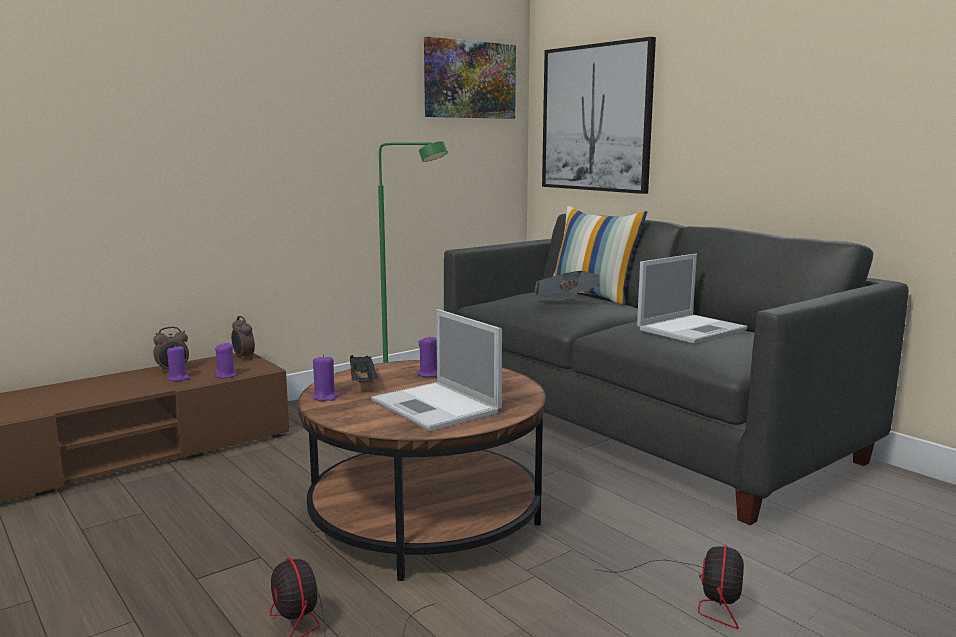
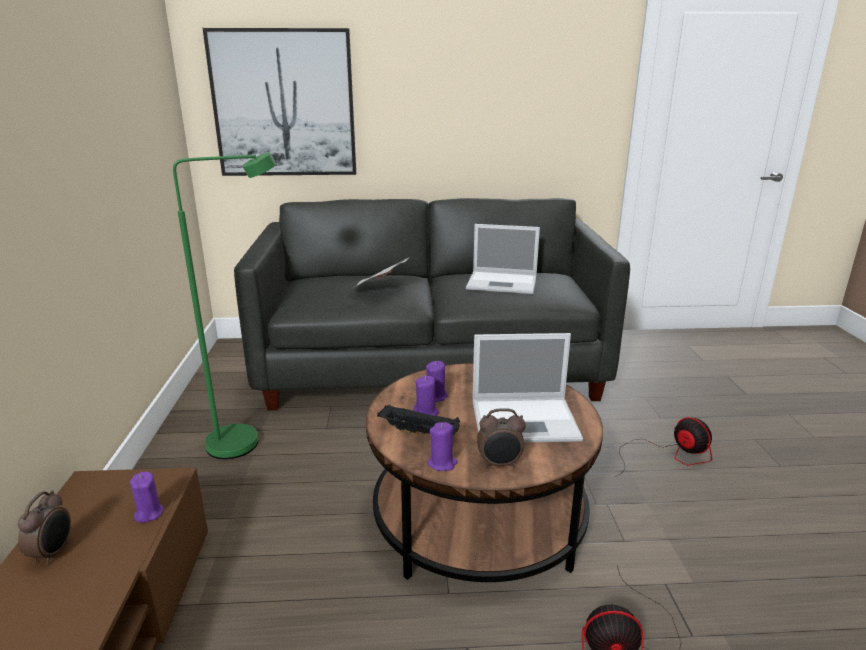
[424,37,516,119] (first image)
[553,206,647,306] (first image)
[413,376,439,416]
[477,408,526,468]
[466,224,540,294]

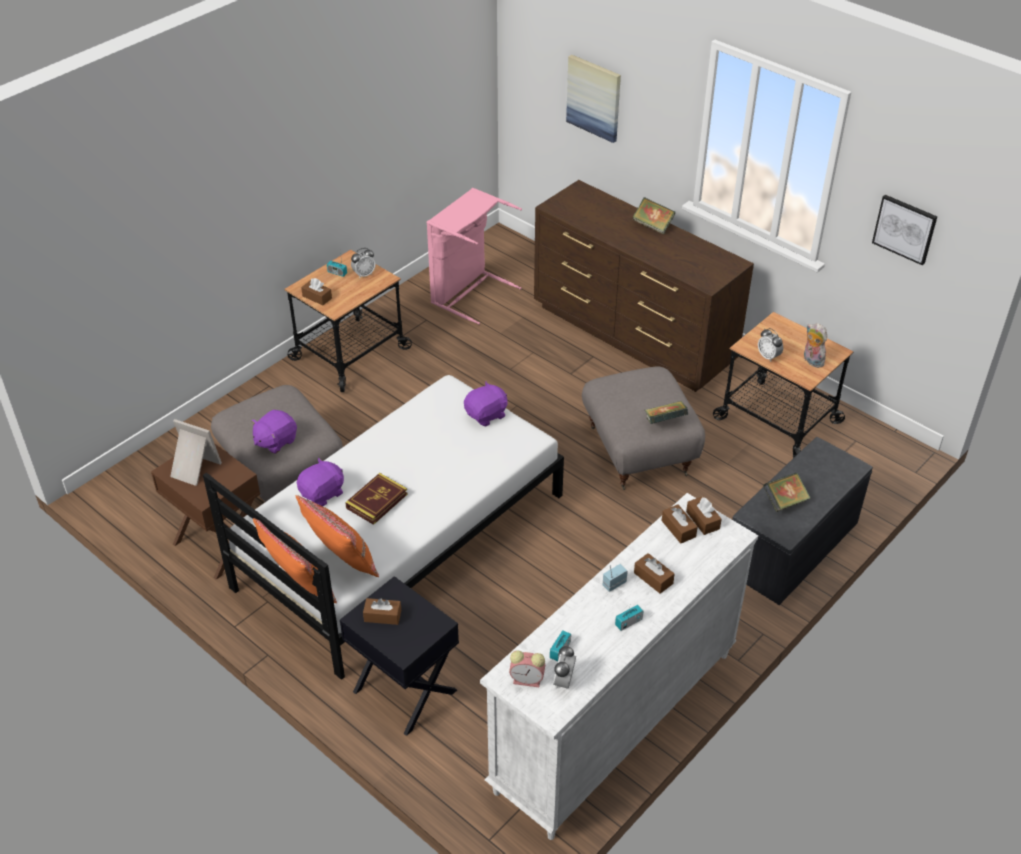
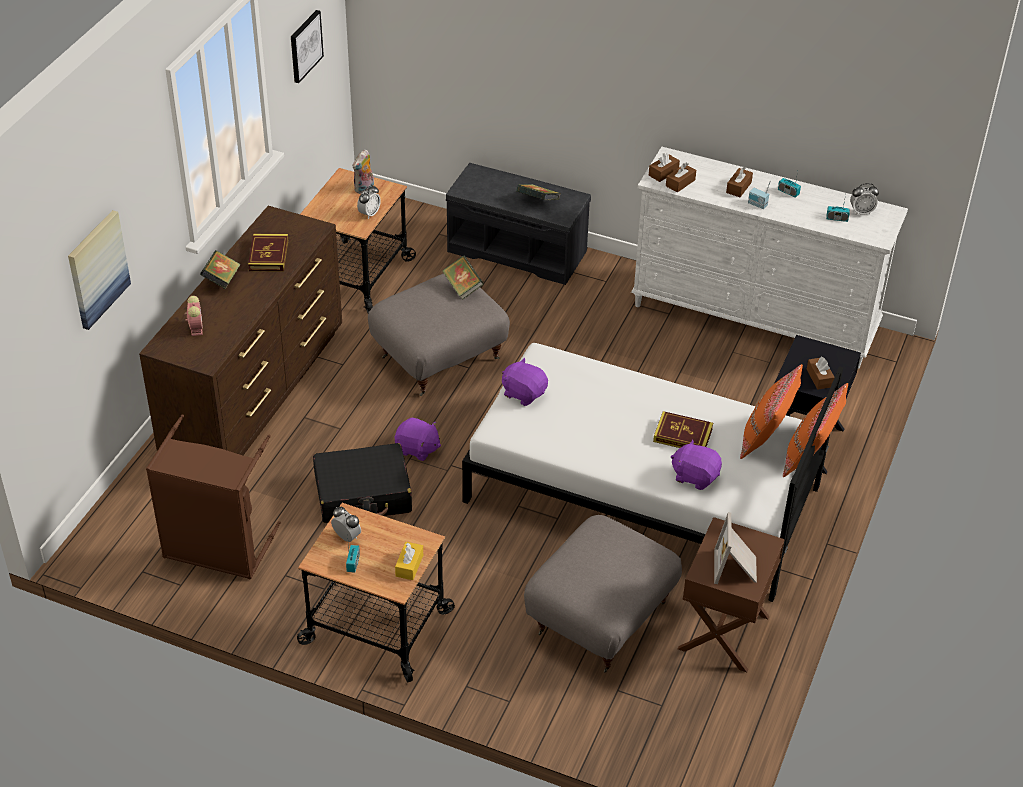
[248,234,288,272]
[313,443,412,523]
[395,418,441,461]
[185,296,203,336]
[395,542,423,580]
[146,414,281,580]

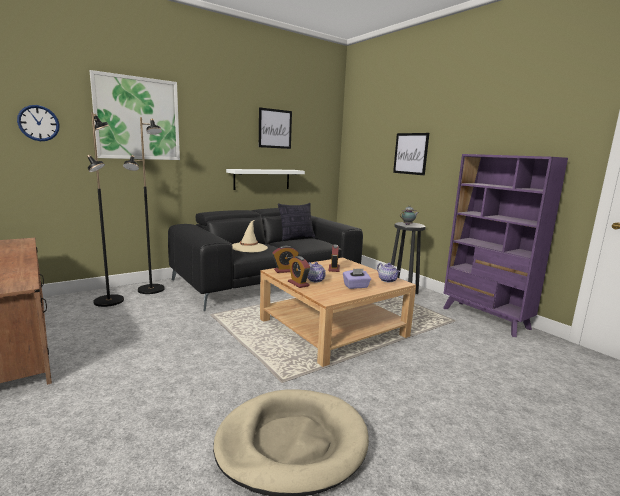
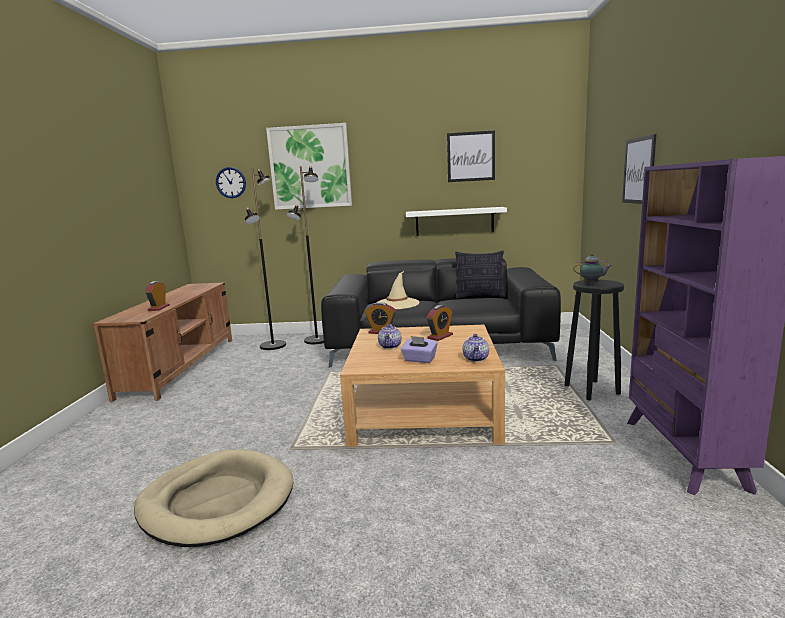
[145,281,170,311]

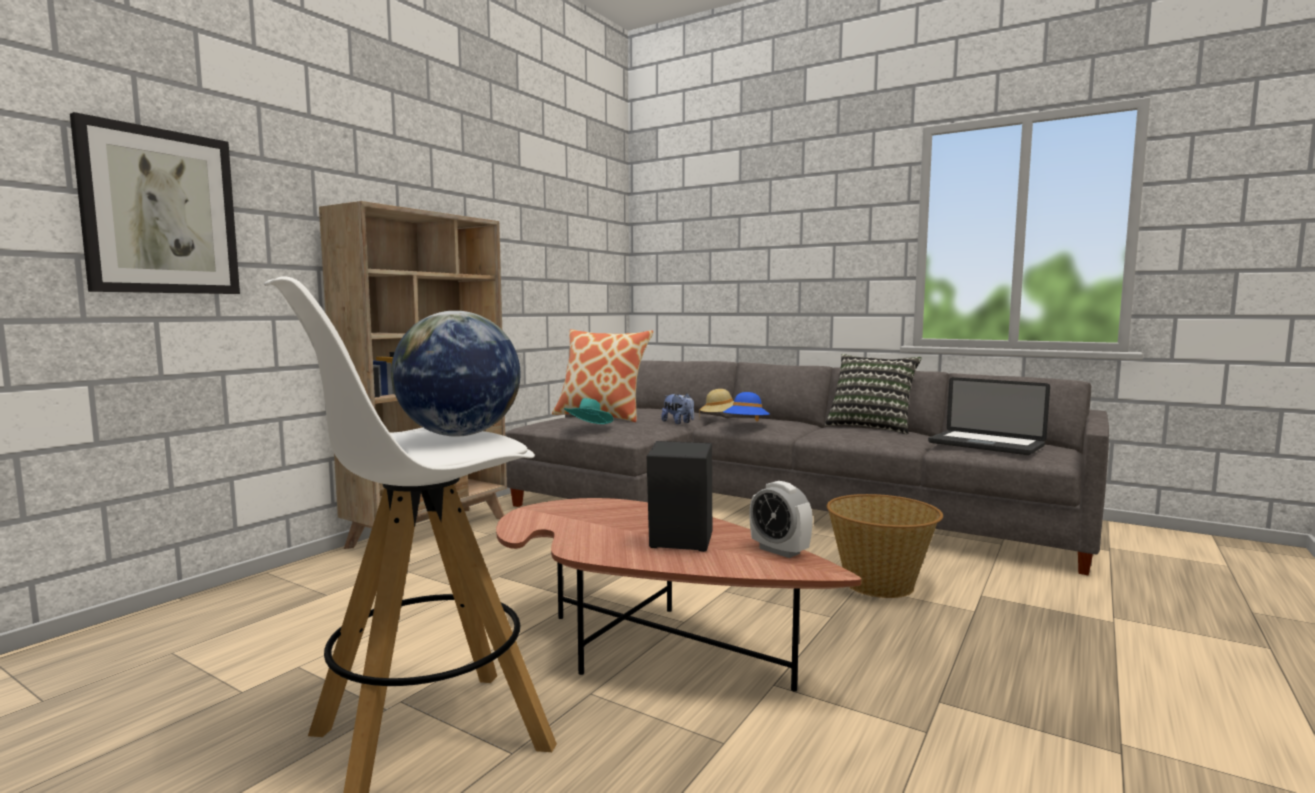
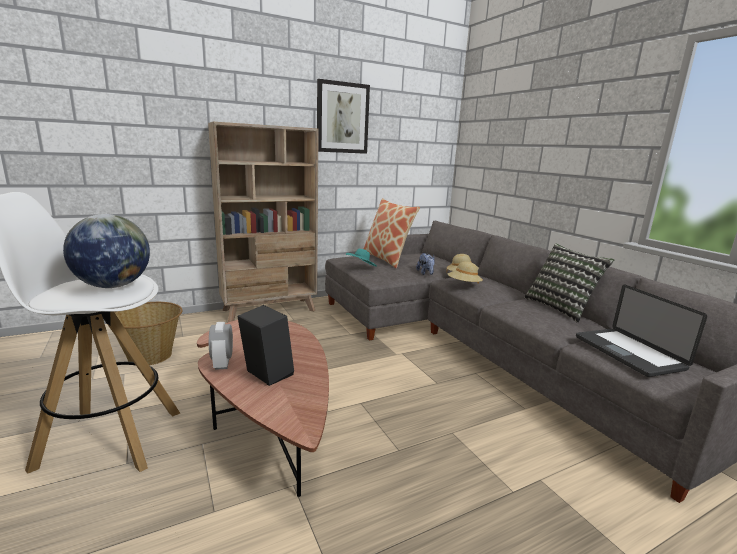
[317,79,370,154]
[209,322,233,370]
[114,302,182,366]
[448,261,483,284]

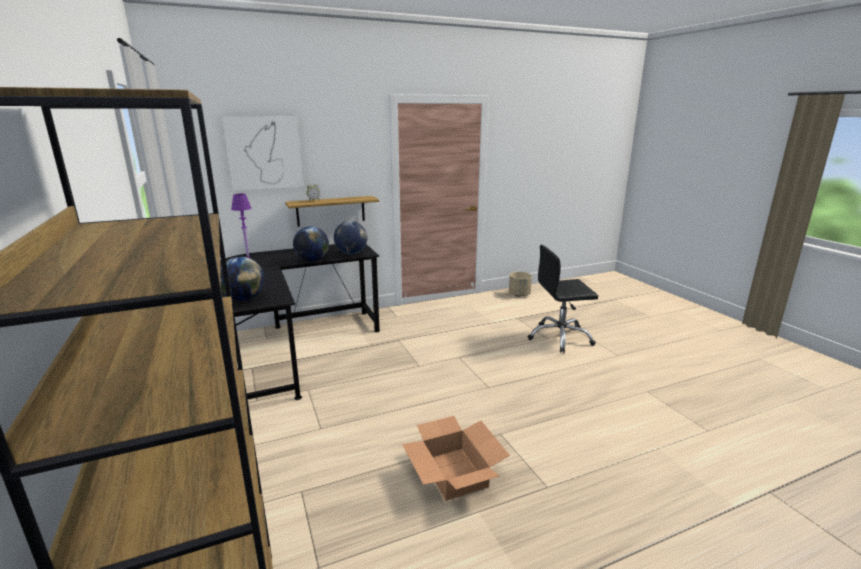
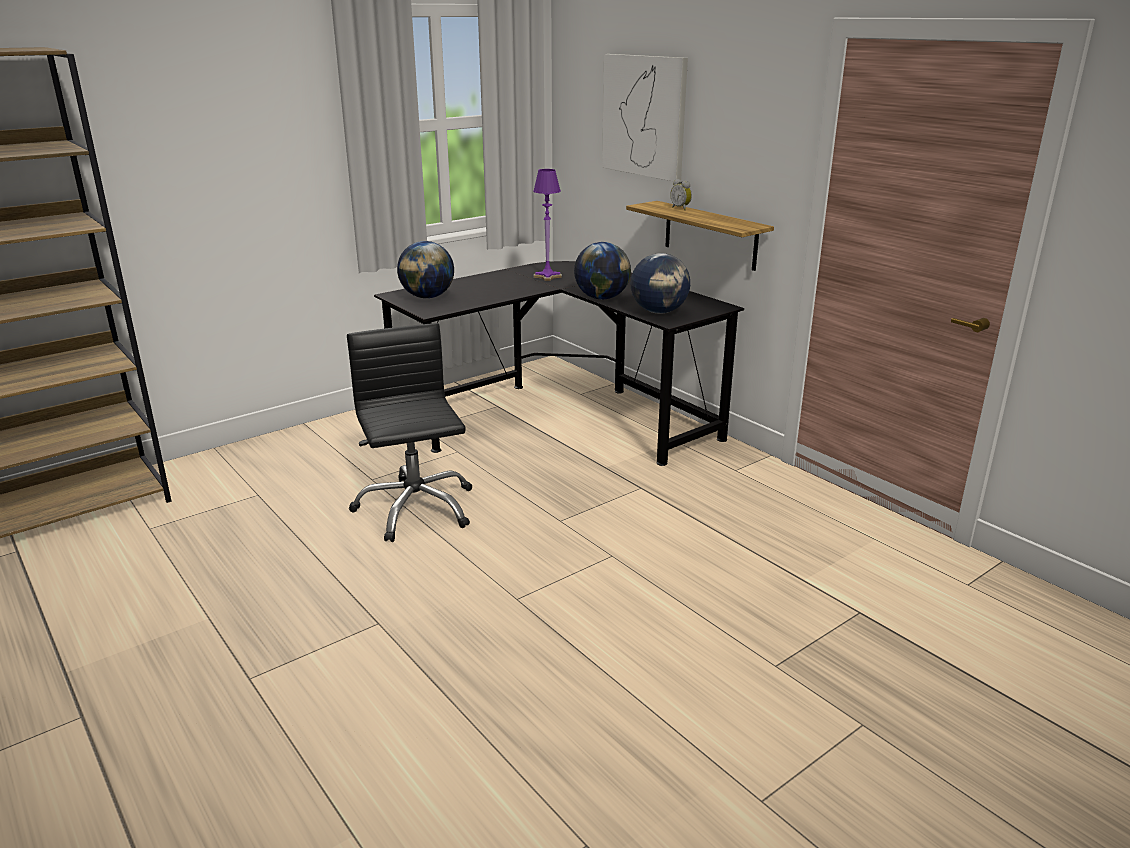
[402,416,510,501] (first image)
[509,272,532,296] (first image)
[347,323,472,542]

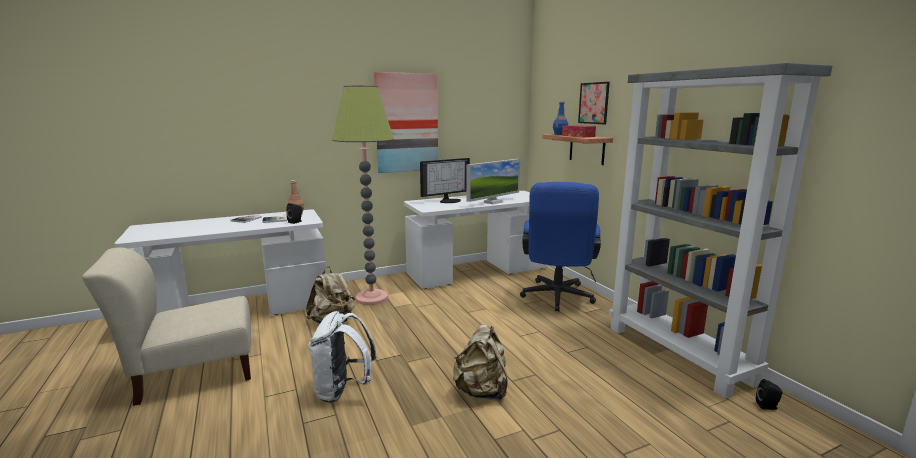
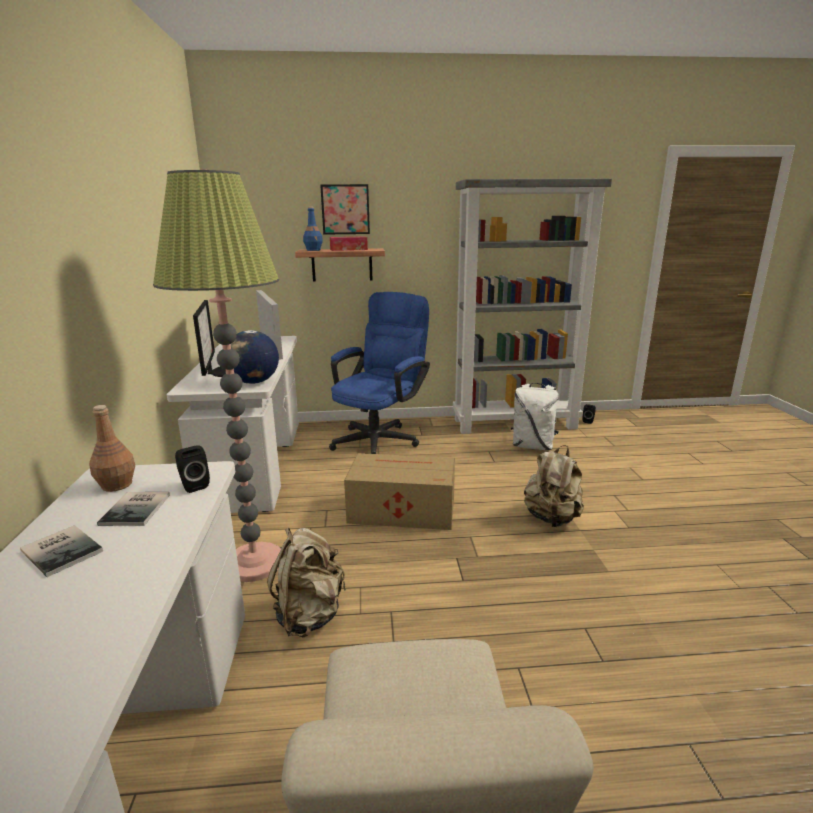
[374,72,438,173] (first image)
[231,330,279,384]
[344,453,455,530]
[511,383,559,450]
[329,292,430,454]

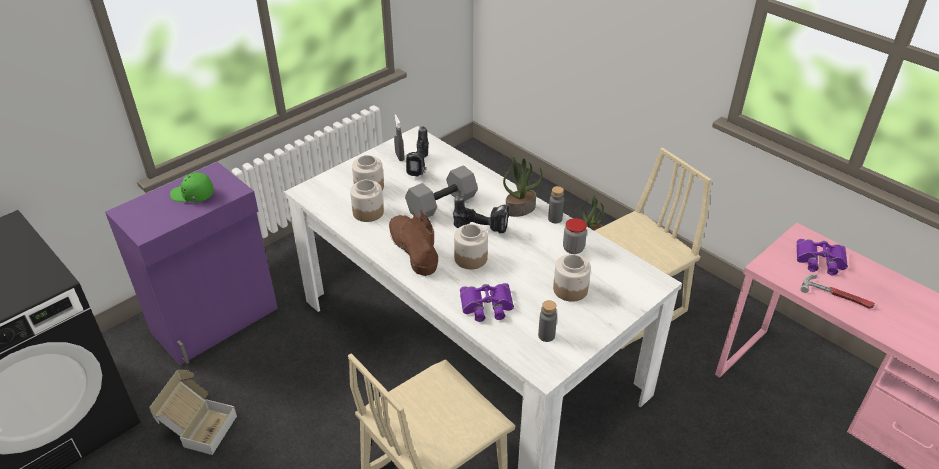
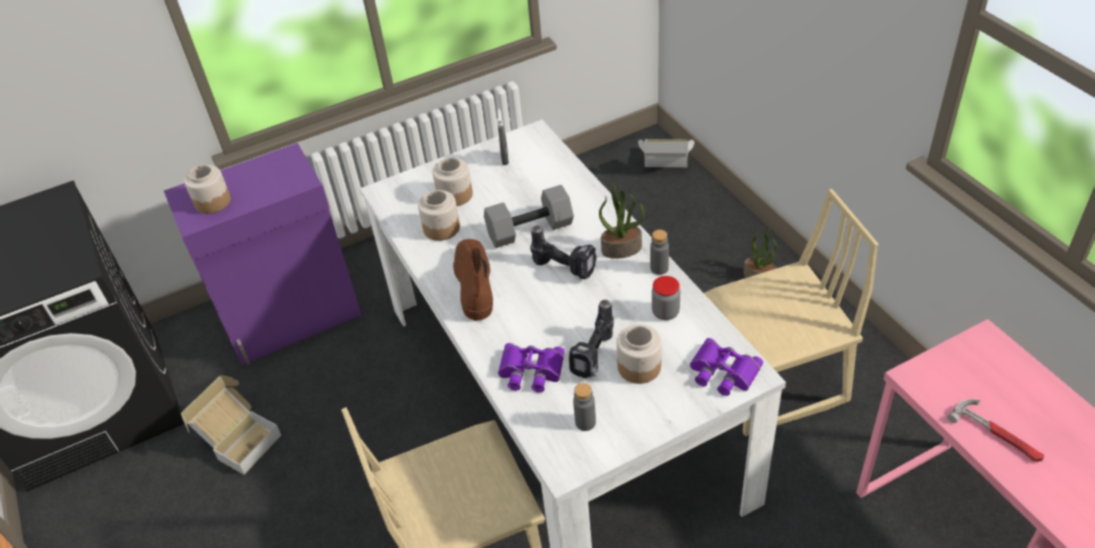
[170,172,214,202] (first image)
[638,139,694,167]
[569,300,614,378]
[184,165,231,214]
[690,338,763,396]

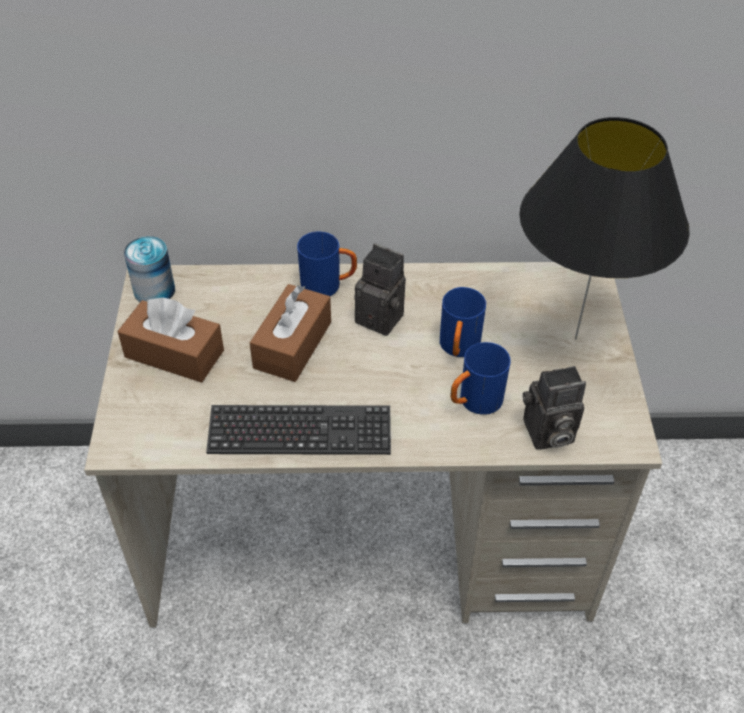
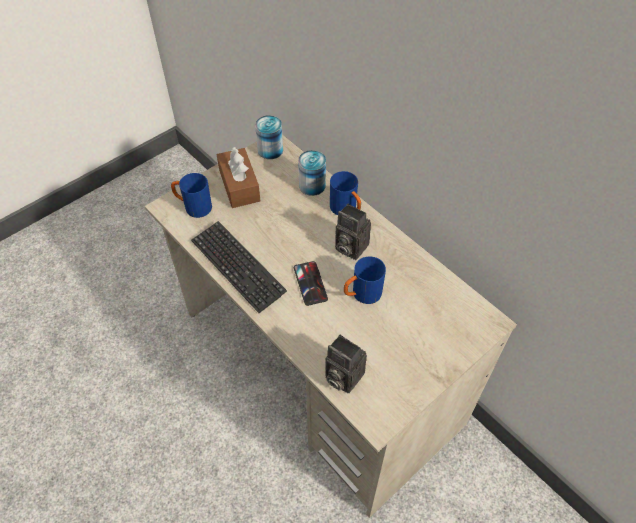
[250,284,331,382] (first image)
[519,117,690,339] (first image)
[294,261,328,306]
[298,150,326,196]
[171,173,212,218]
[335,204,371,260]

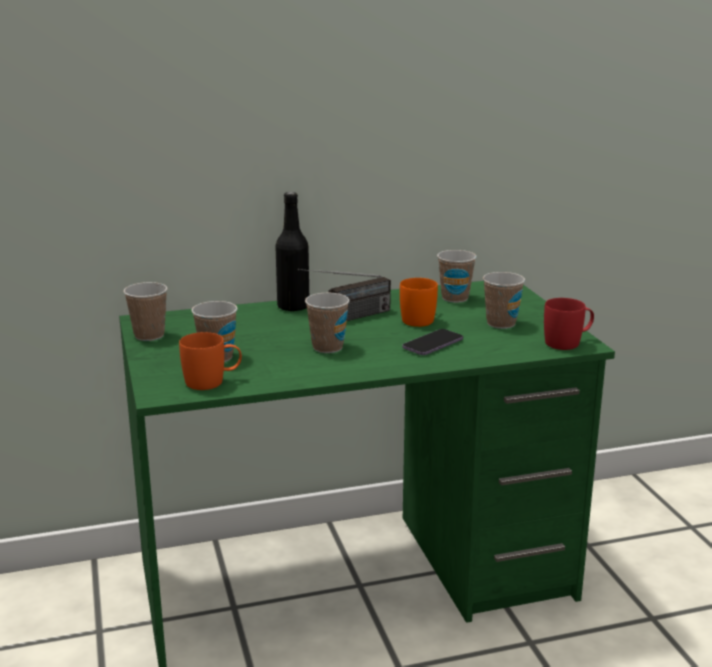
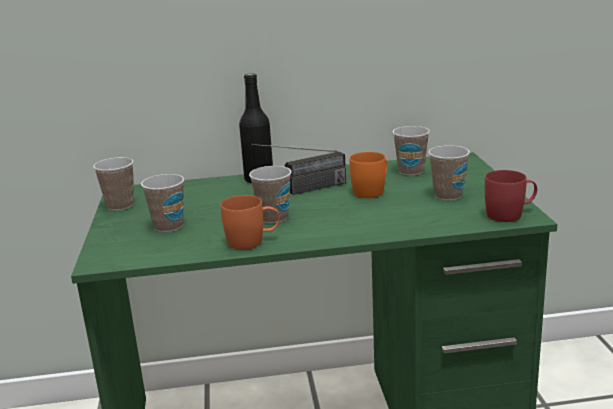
[402,329,463,355] (first image)
[220,195,280,250]

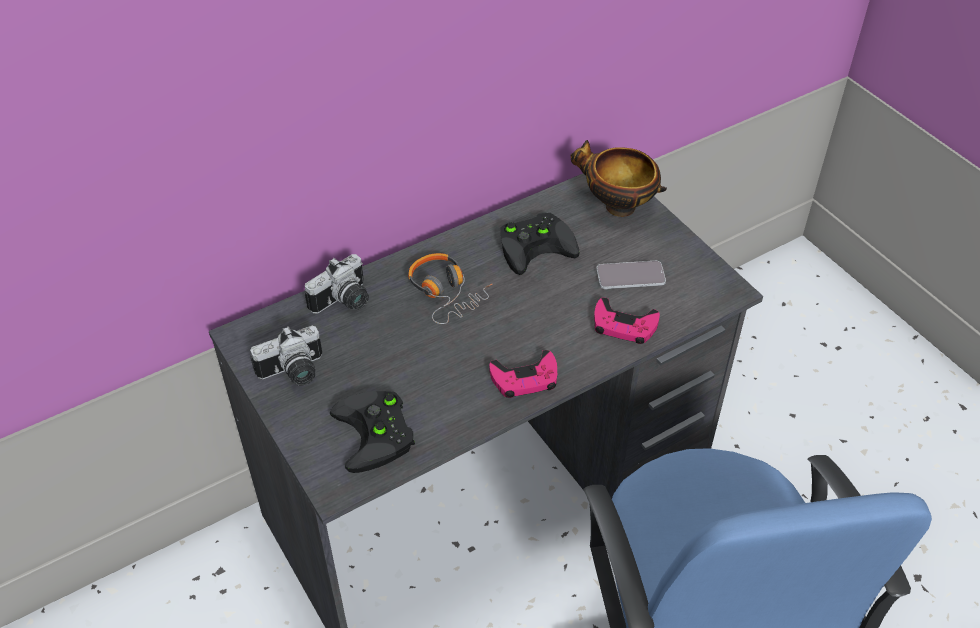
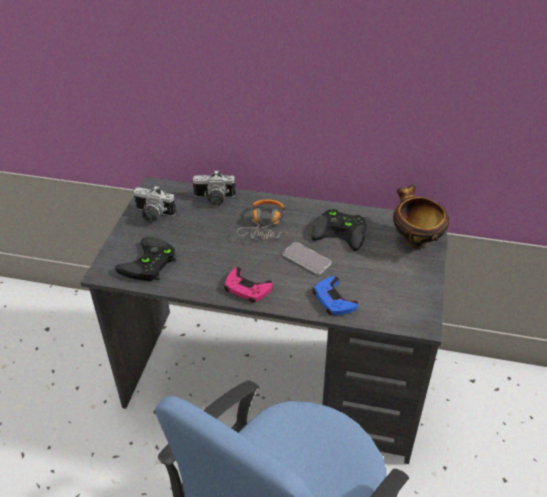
[283,242,331,275]
[312,276,358,315]

